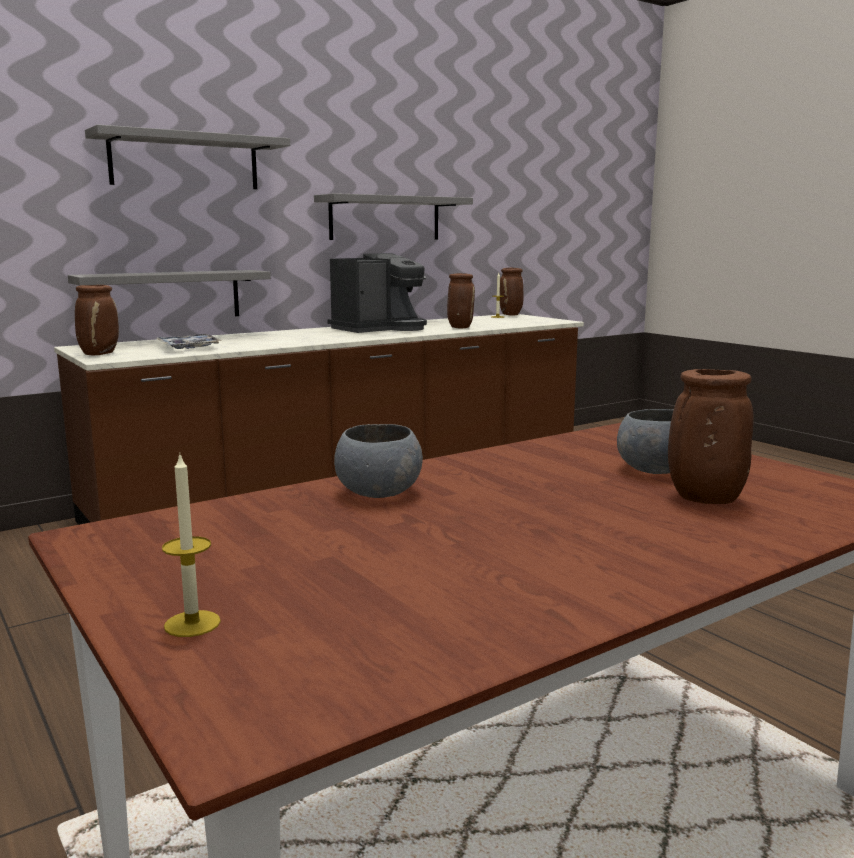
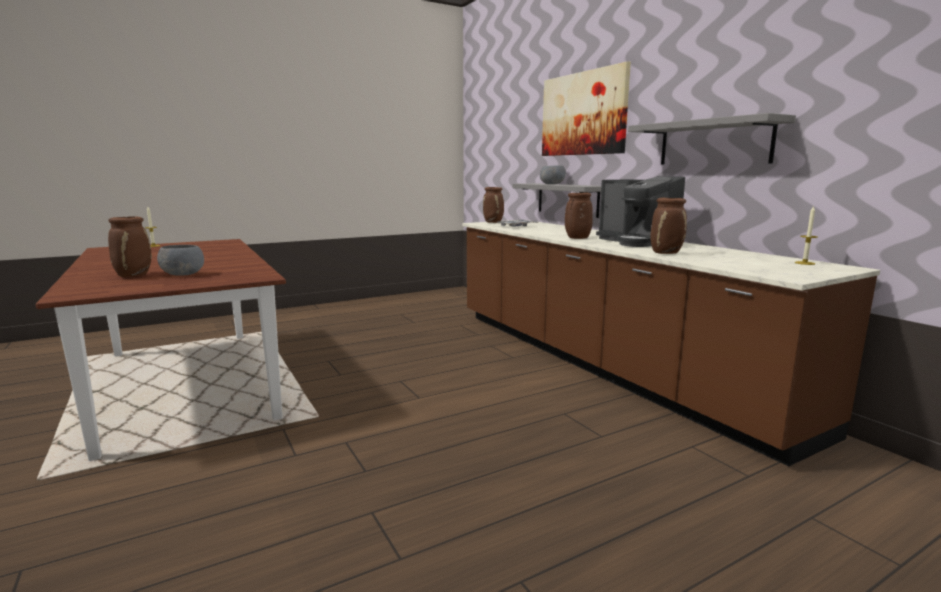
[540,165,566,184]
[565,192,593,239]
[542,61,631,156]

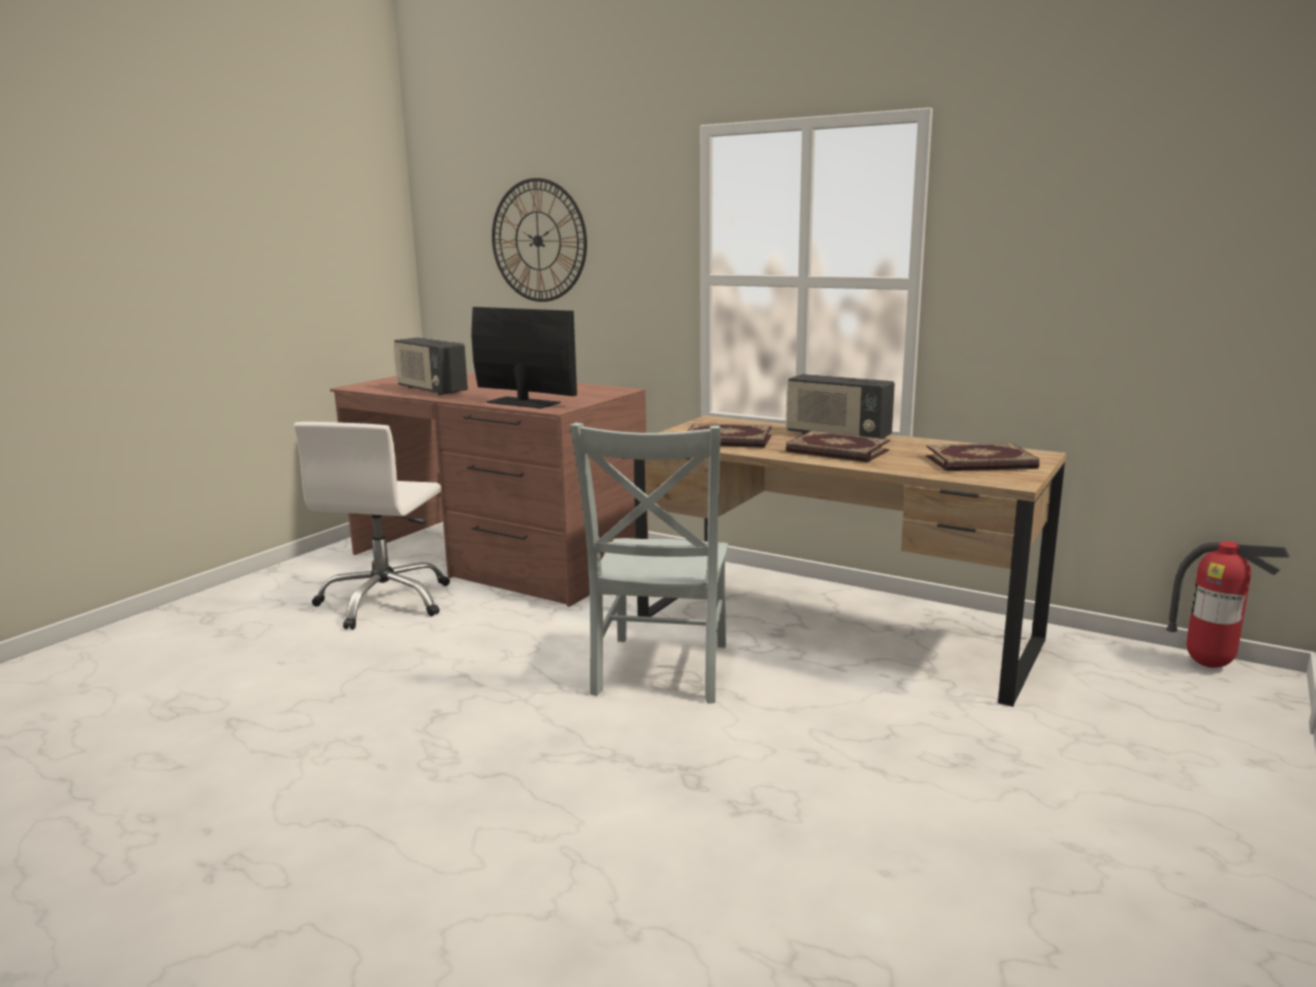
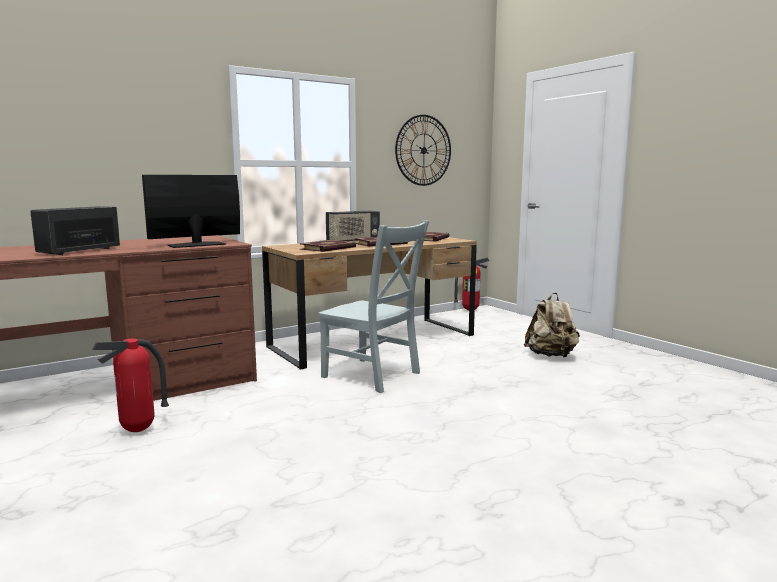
[524,293,580,358]
[395,115,451,186]
[92,339,169,432]
[30,206,120,255]

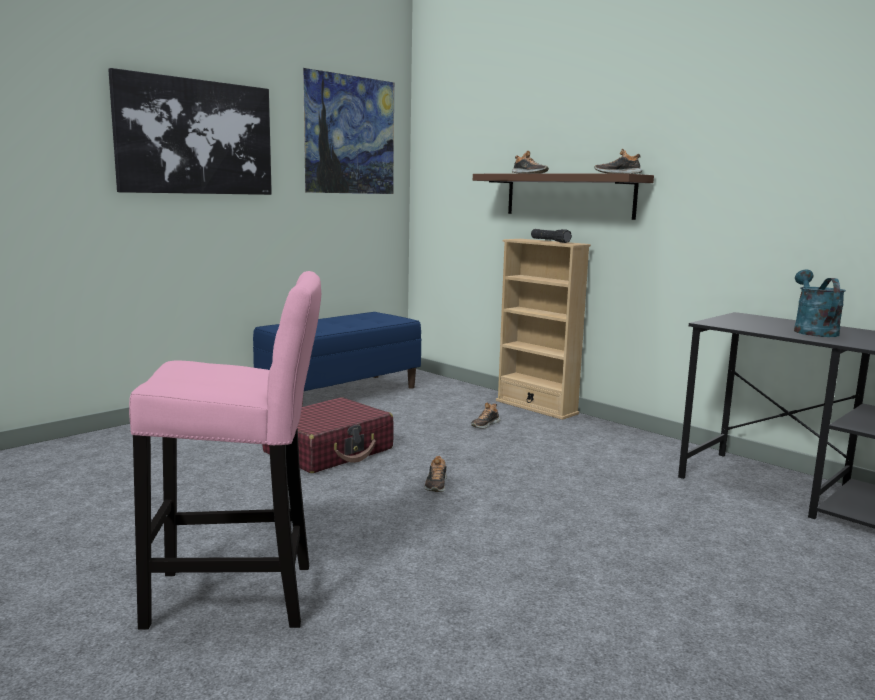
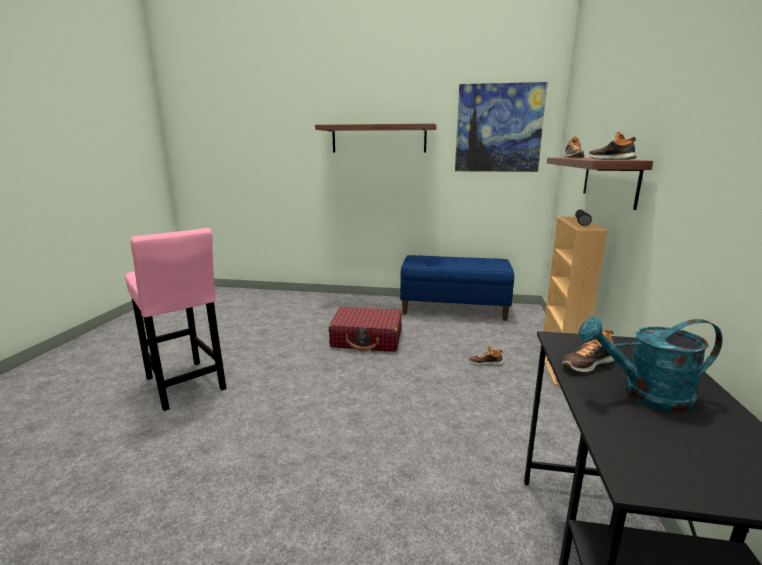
[562,330,615,372]
[315,123,437,153]
[578,317,723,413]

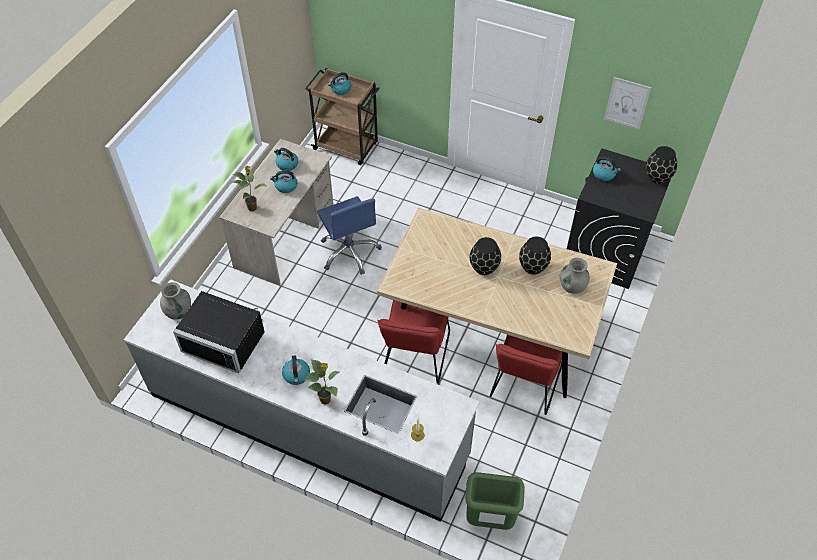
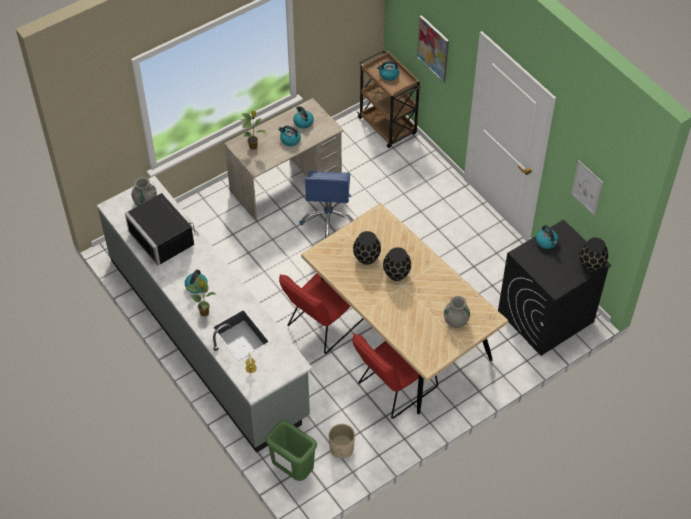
[329,424,355,458]
[417,15,449,83]
[353,231,381,265]

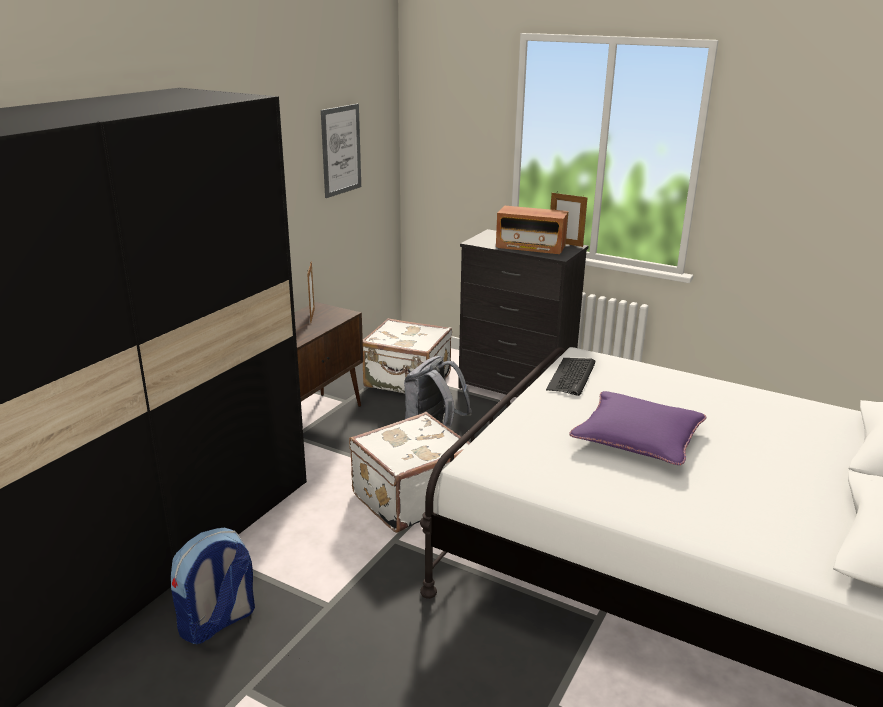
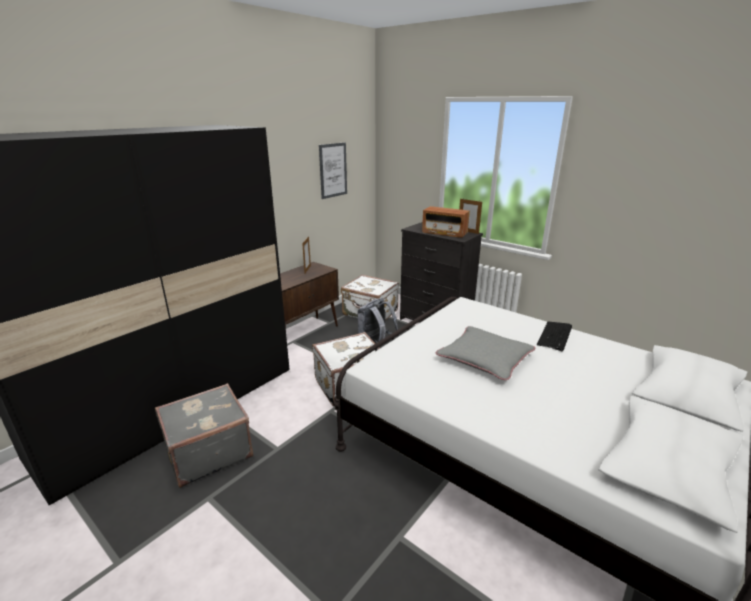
[537,321,572,351]
[155,383,253,488]
[436,326,535,380]

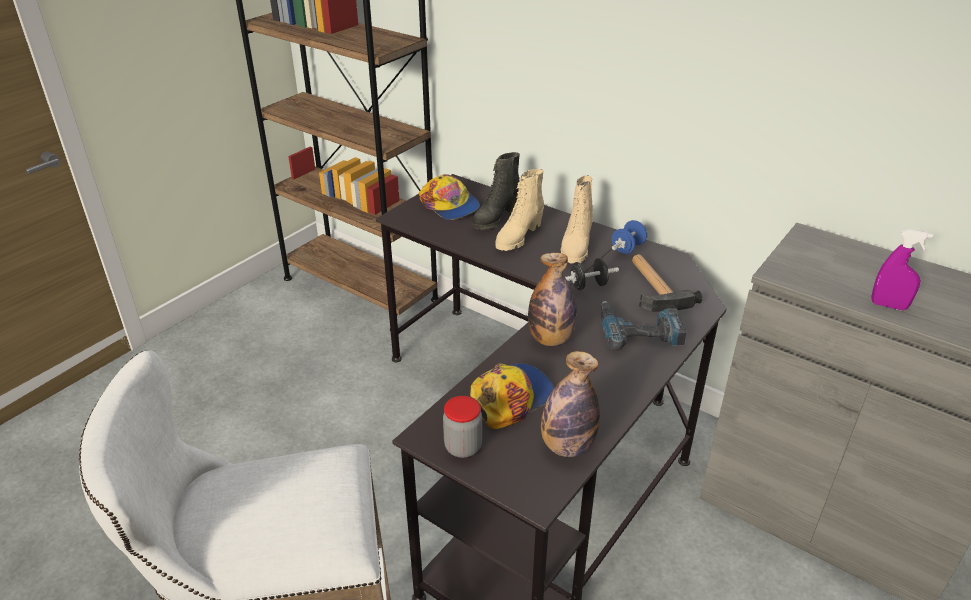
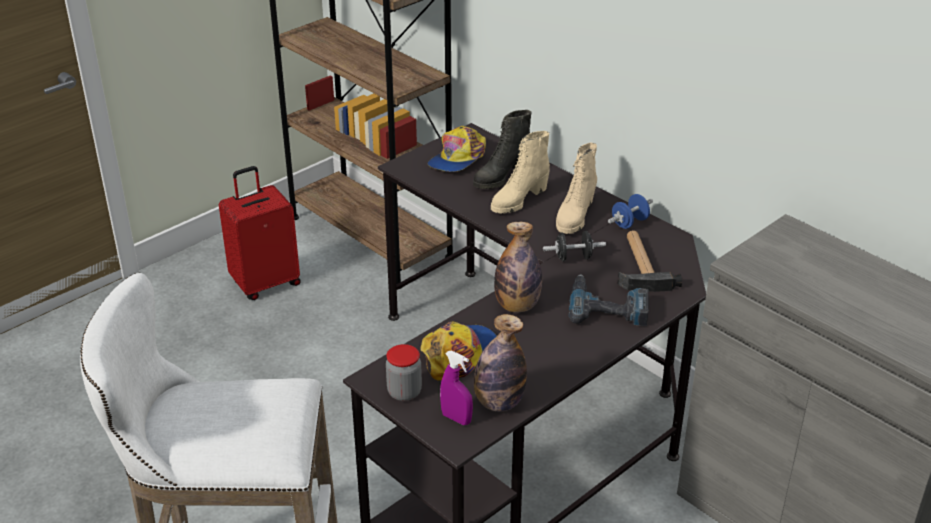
[219,166,301,300]
[440,351,473,425]
[427,126,486,172]

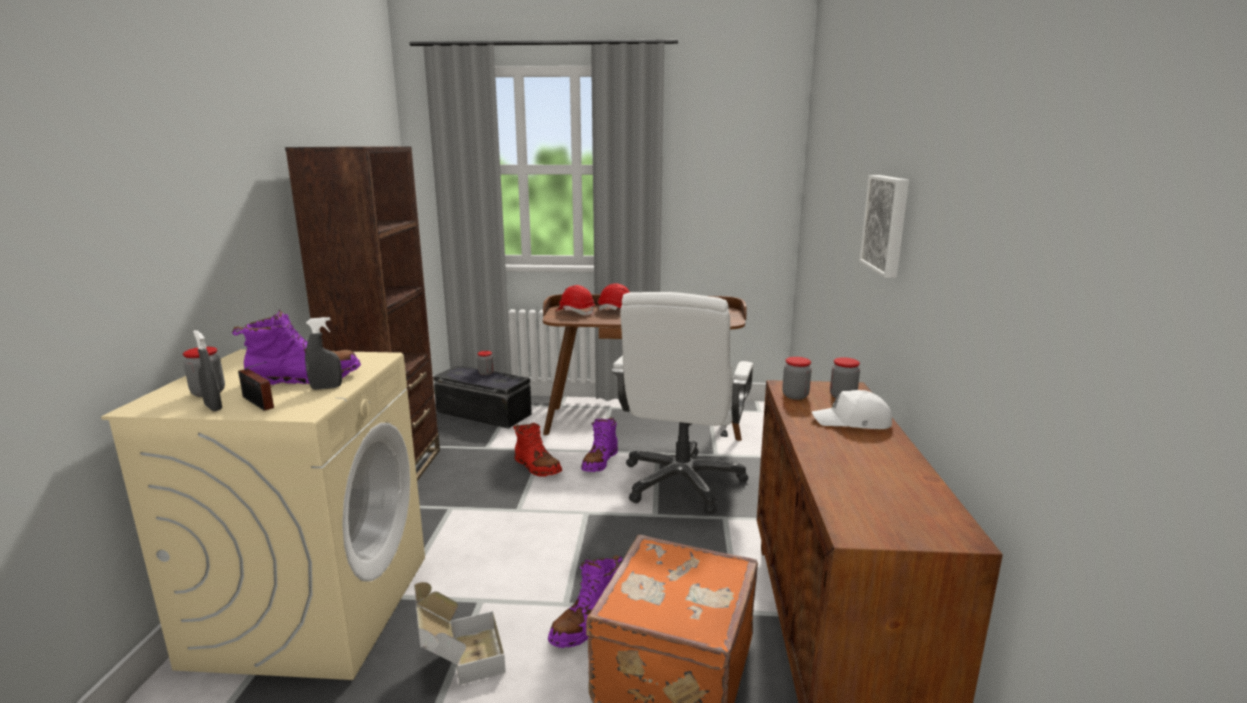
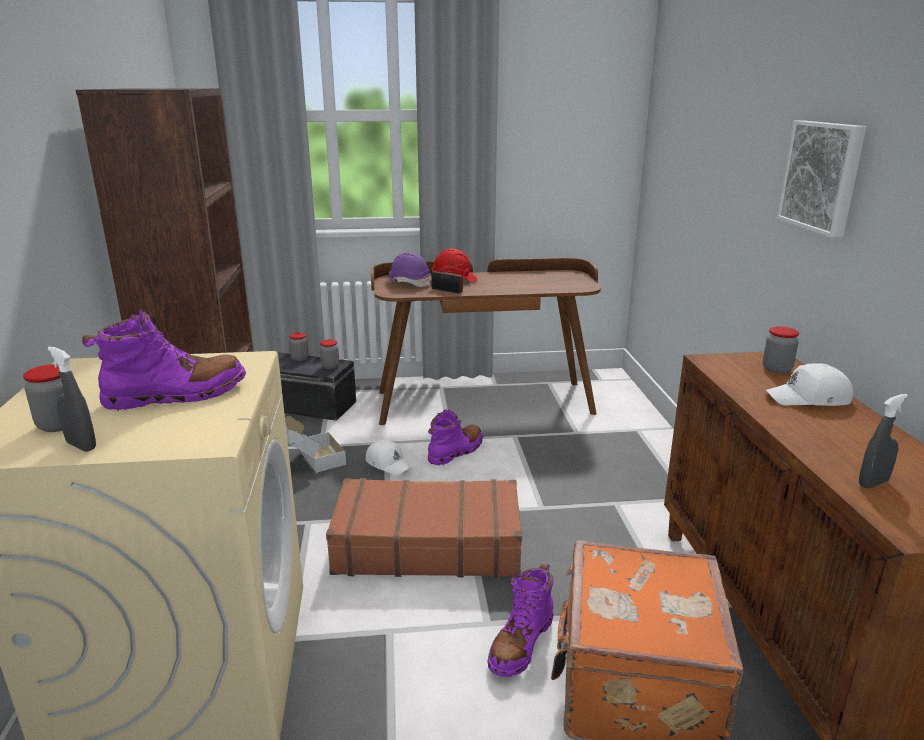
[611,292,754,514] (first image)
[326,478,522,578]
[431,263,466,294]
[859,394,908,488]
[285,416,346,473]
[320,339,339,369]
[366,439,411,475]
[386,252,431,287]
[428,410,483,465]

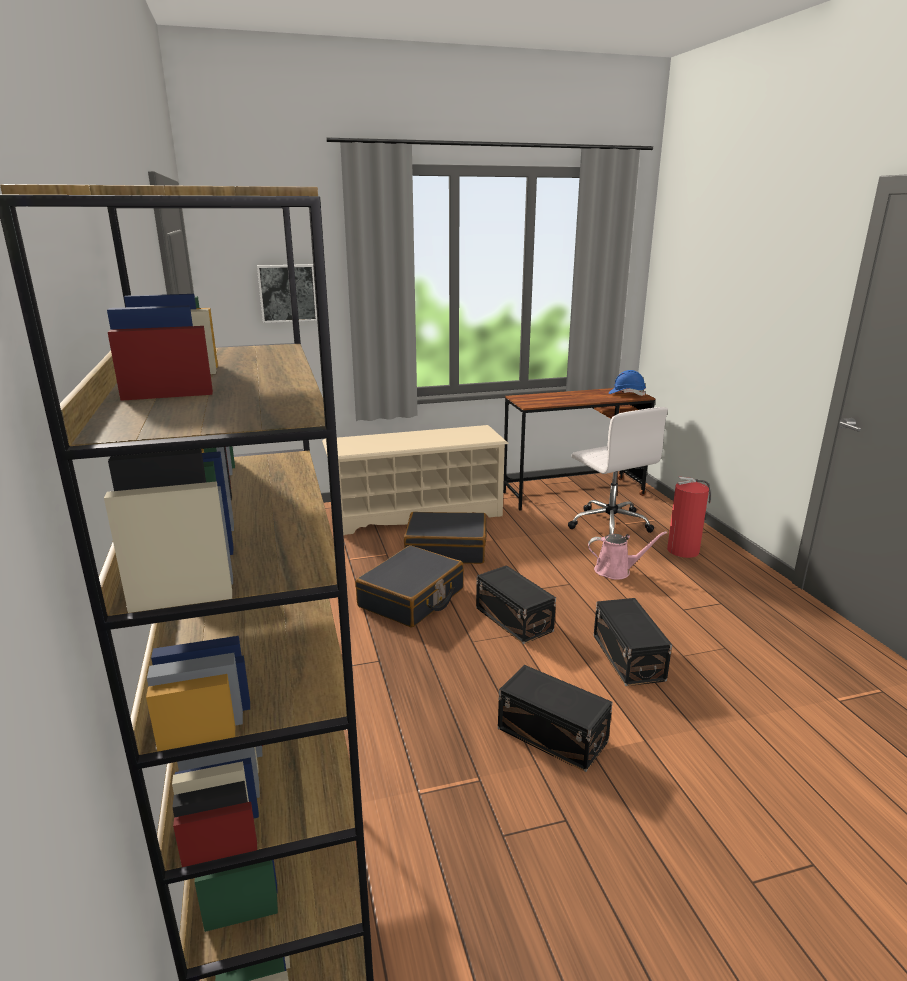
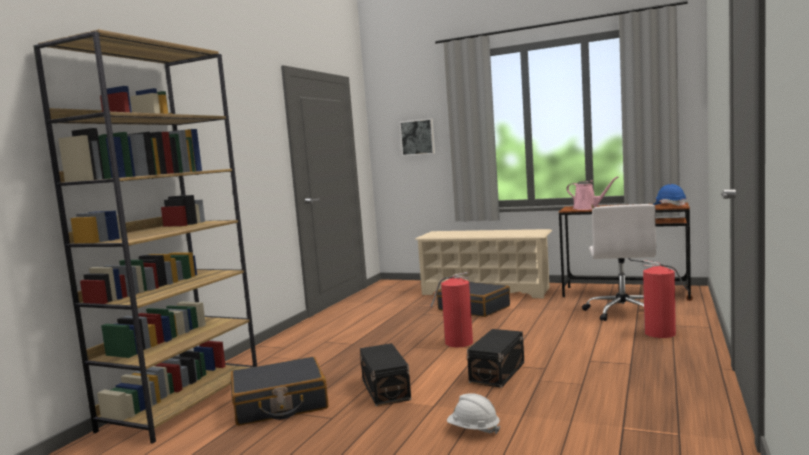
[447,393,501,434]
[231,357,329,426]
[566,176,618,210]
[430,272,473,347]

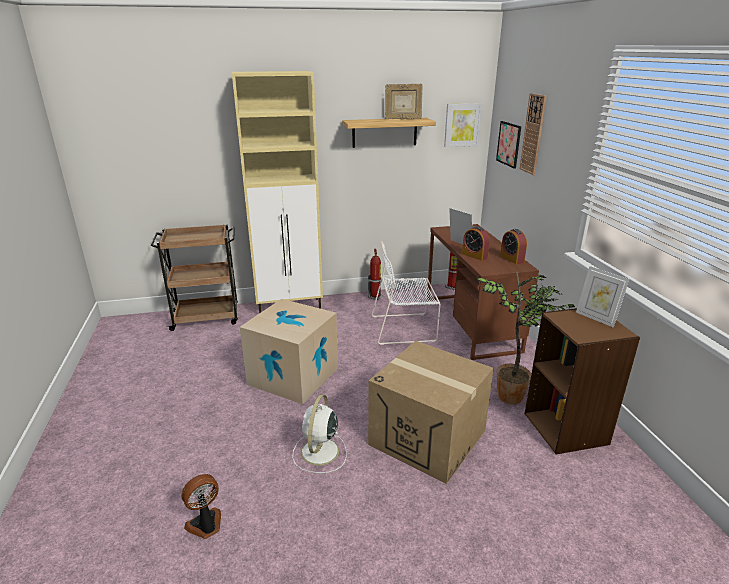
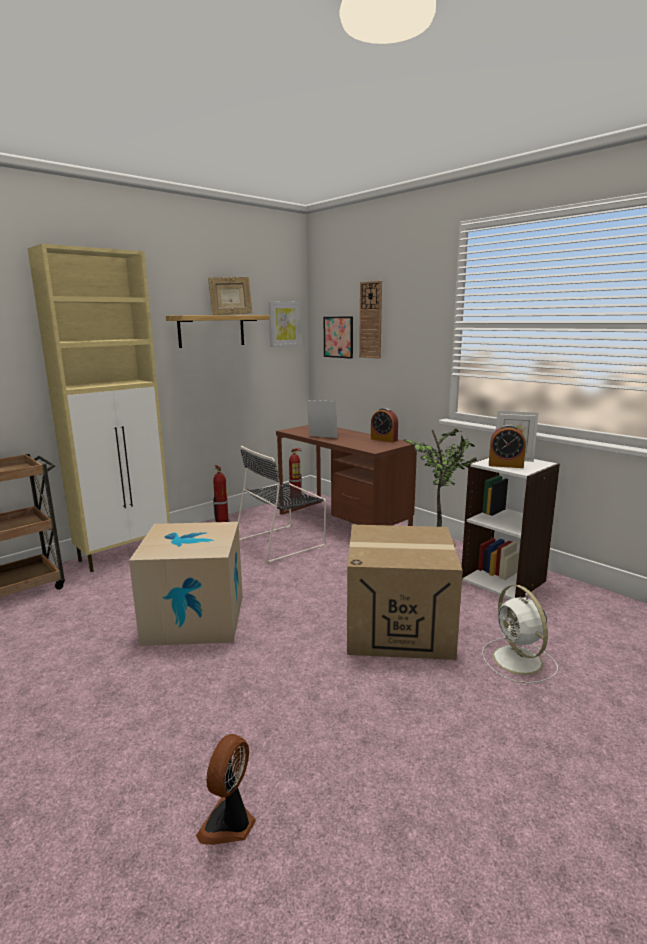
[482,585,558,683]
[489,425,526,468]
[238,446,326,563]
[462,457,560,599]

